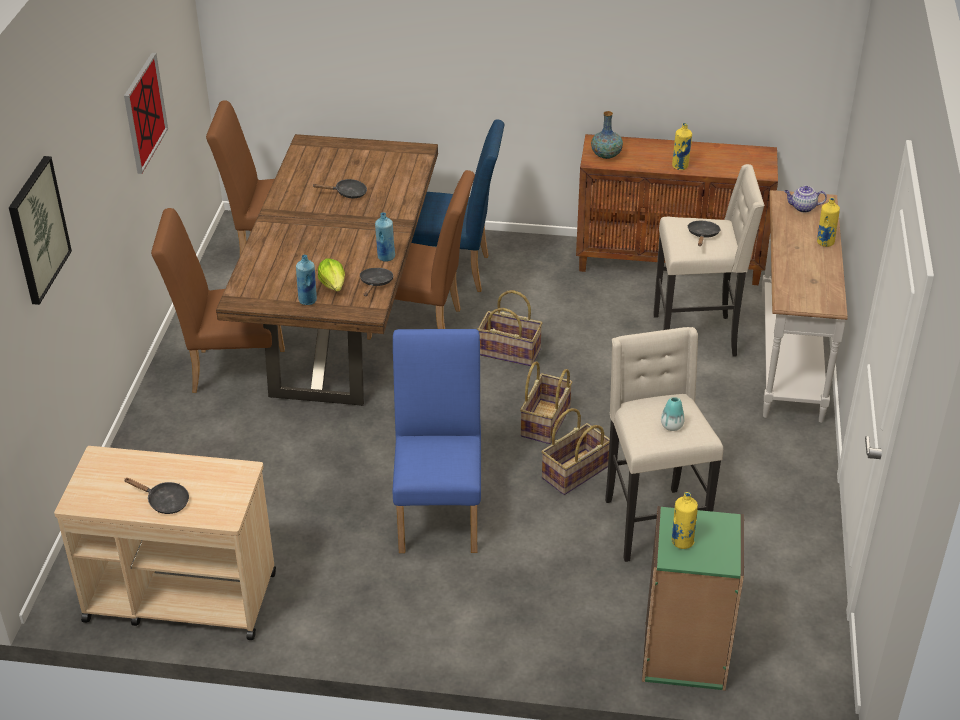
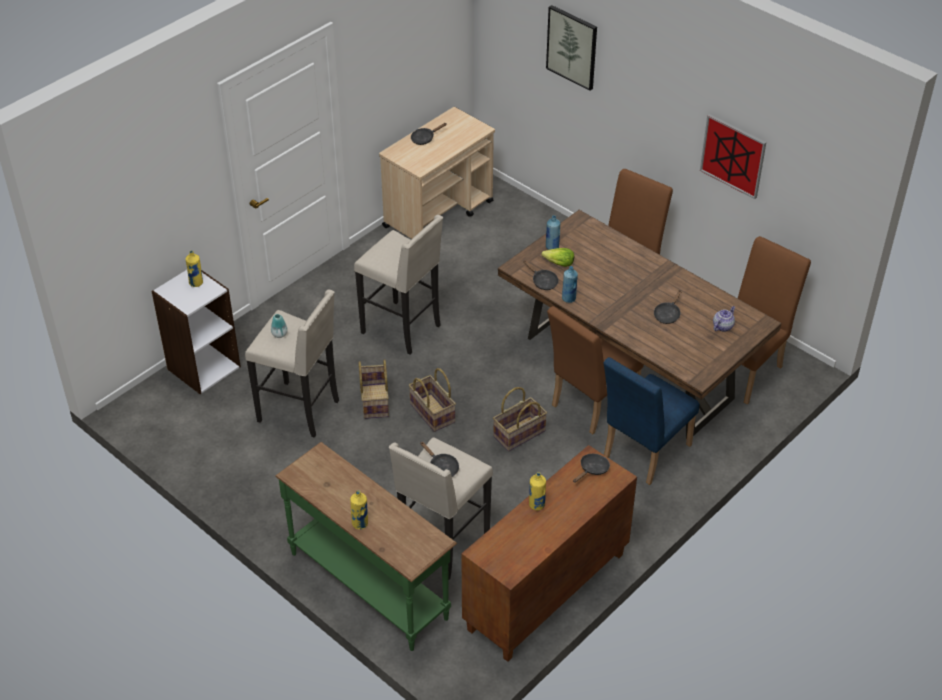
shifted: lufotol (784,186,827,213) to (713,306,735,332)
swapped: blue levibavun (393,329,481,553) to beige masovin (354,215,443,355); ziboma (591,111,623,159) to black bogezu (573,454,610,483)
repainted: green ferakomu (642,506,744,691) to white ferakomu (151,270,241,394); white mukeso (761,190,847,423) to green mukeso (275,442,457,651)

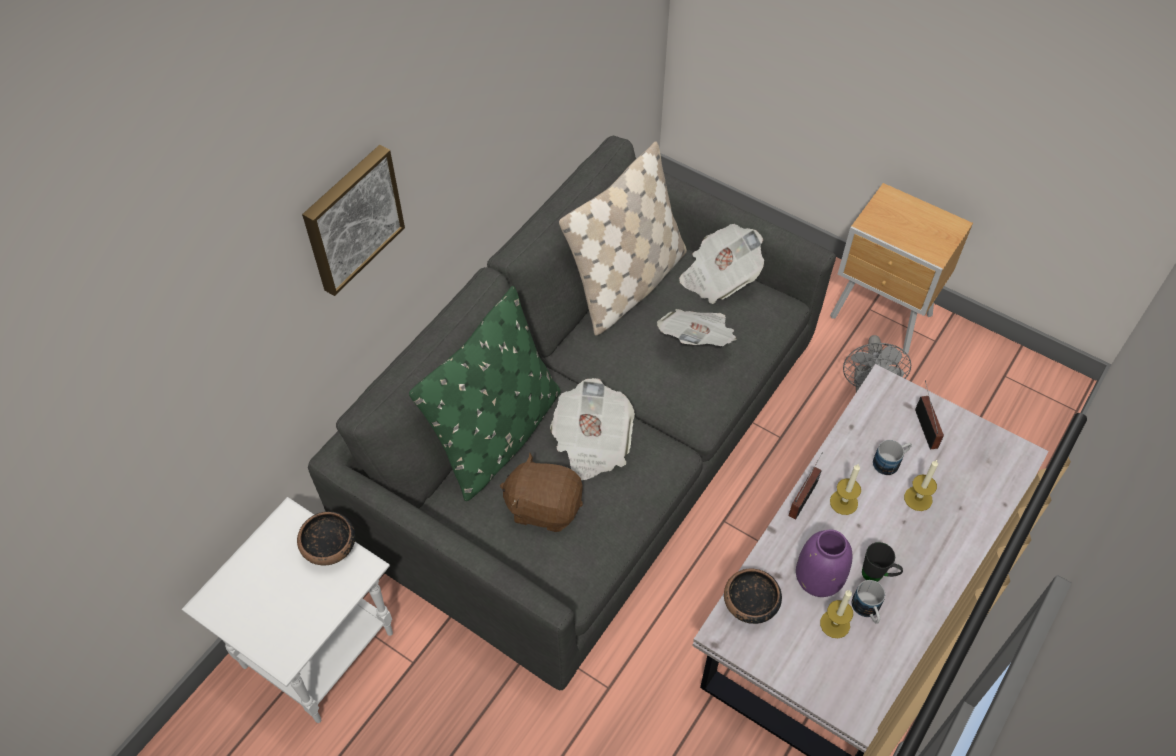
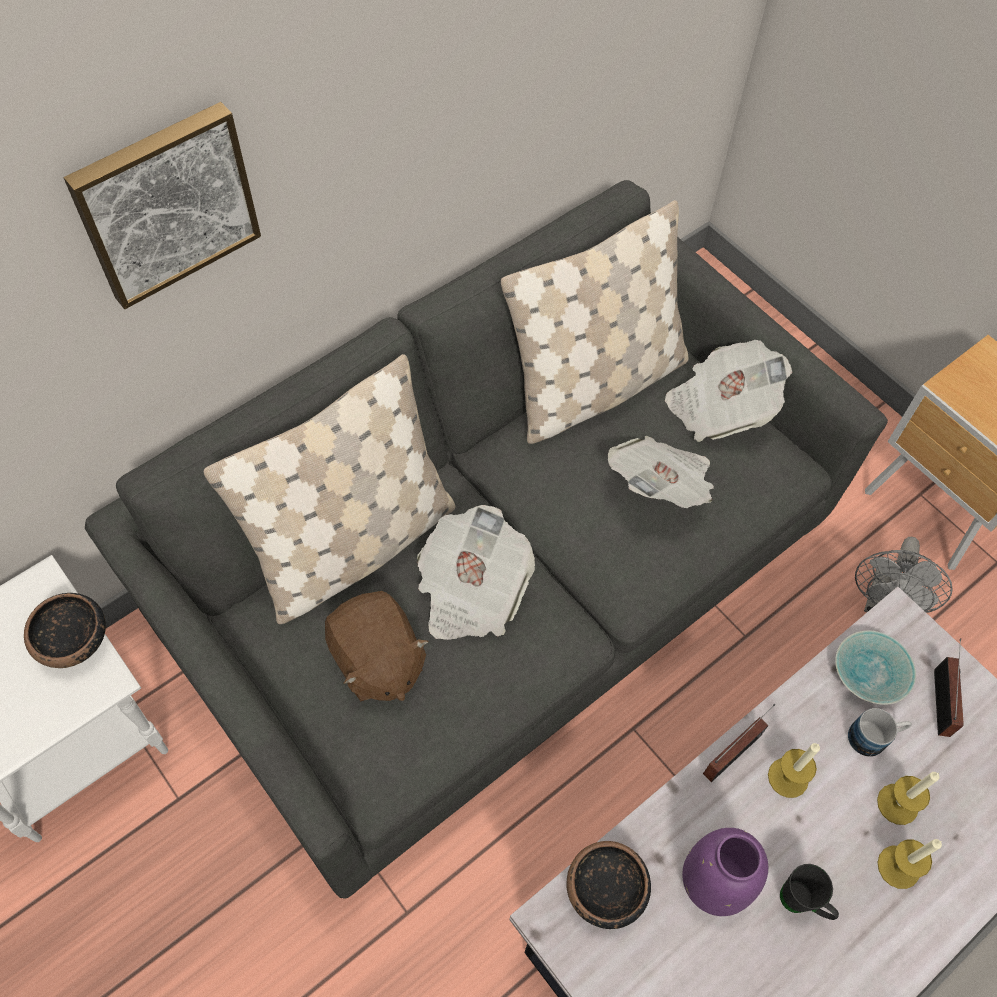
gone: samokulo (852,580,885,624)
new: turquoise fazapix (835,630,916,705)
shifted: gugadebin (820,590,853,638) to (877,839,942,889)
repainted: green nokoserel (409,286,561,501) to beige nokoserel (204,354,455,624)
rotated: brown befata (500,453,583,532) = (325,591,429,702) 150 degrees counterclockwise

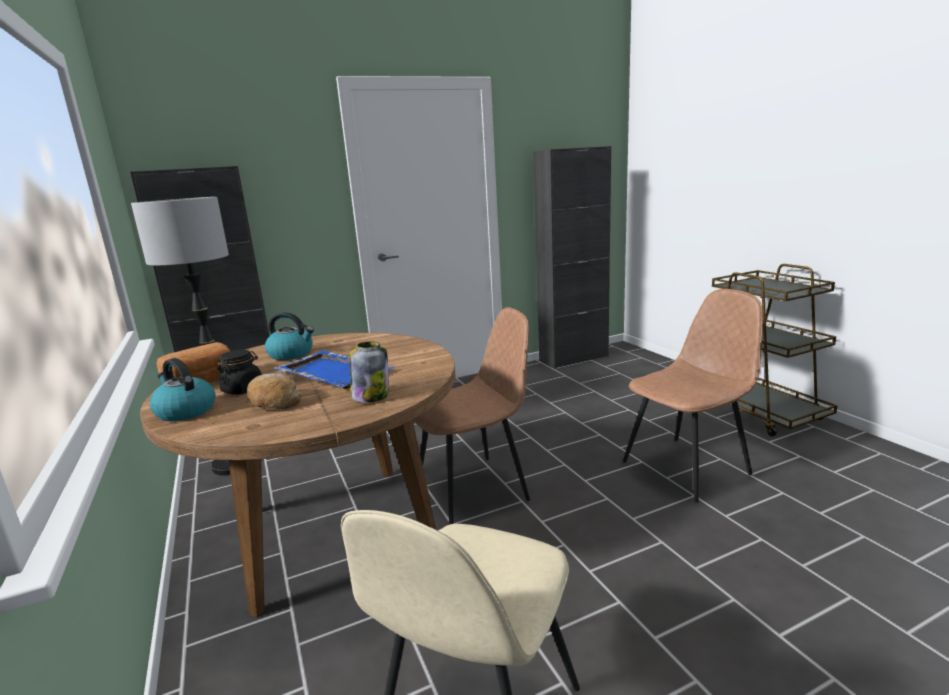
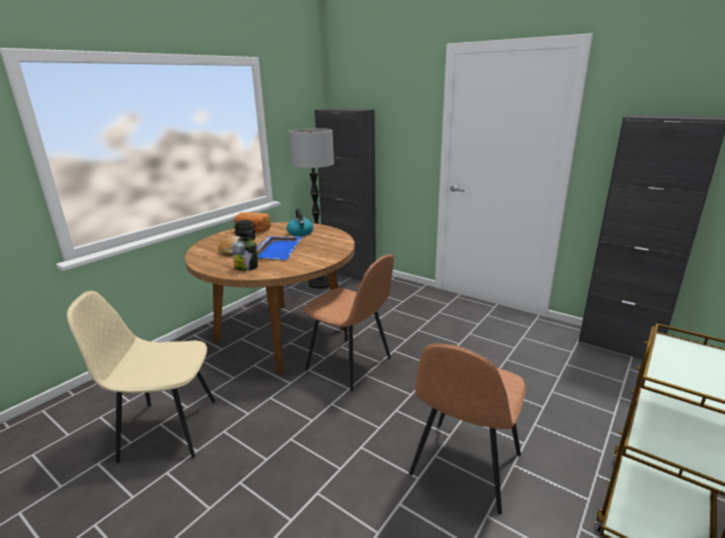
gone: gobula (150,358,215,421)
rotated: brown levibavun (623,289,763,502) = (409,343,526,514) 90 degrees clockwise

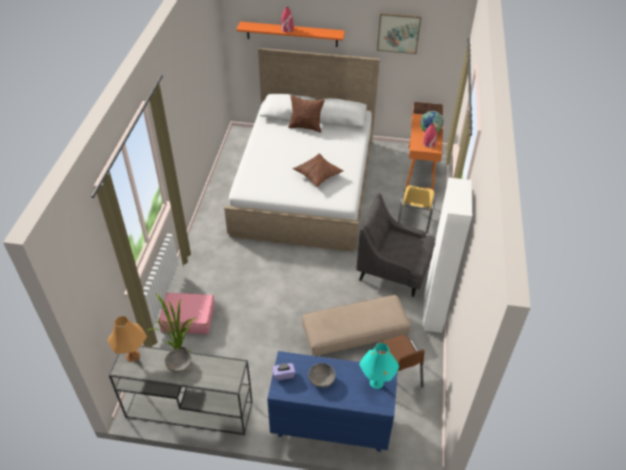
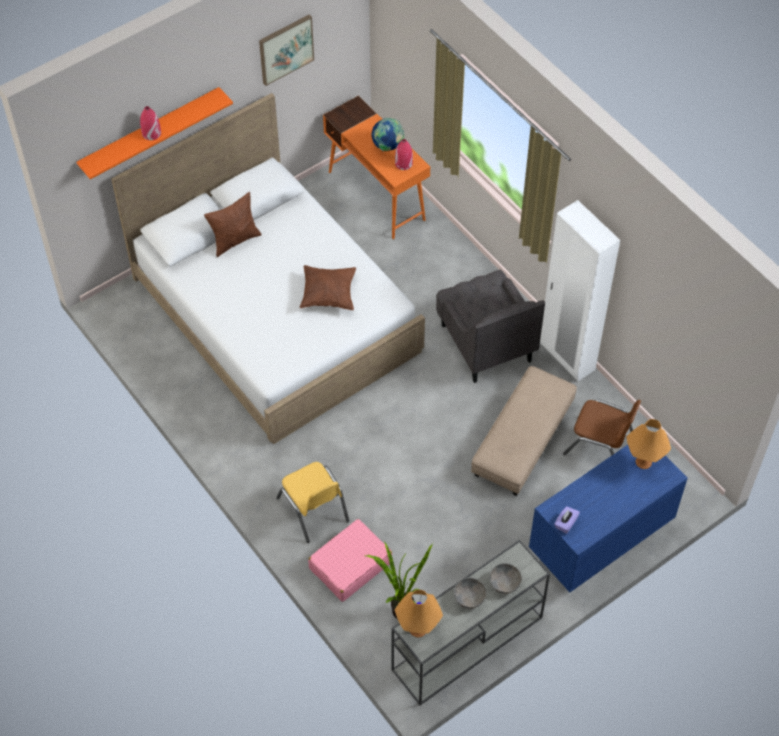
shifted: yellow levibavun (398,185,437,233) to (276,462,349,543); grey fazapix (308,363,335,388) to (489,563,522,594)
repainted: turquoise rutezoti (359,343,400,389) to orange rutezoti (626,419,671,469)
rotated: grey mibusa (356,193,436,297) = (436,270,545,383) 90 degrees counterclockwise

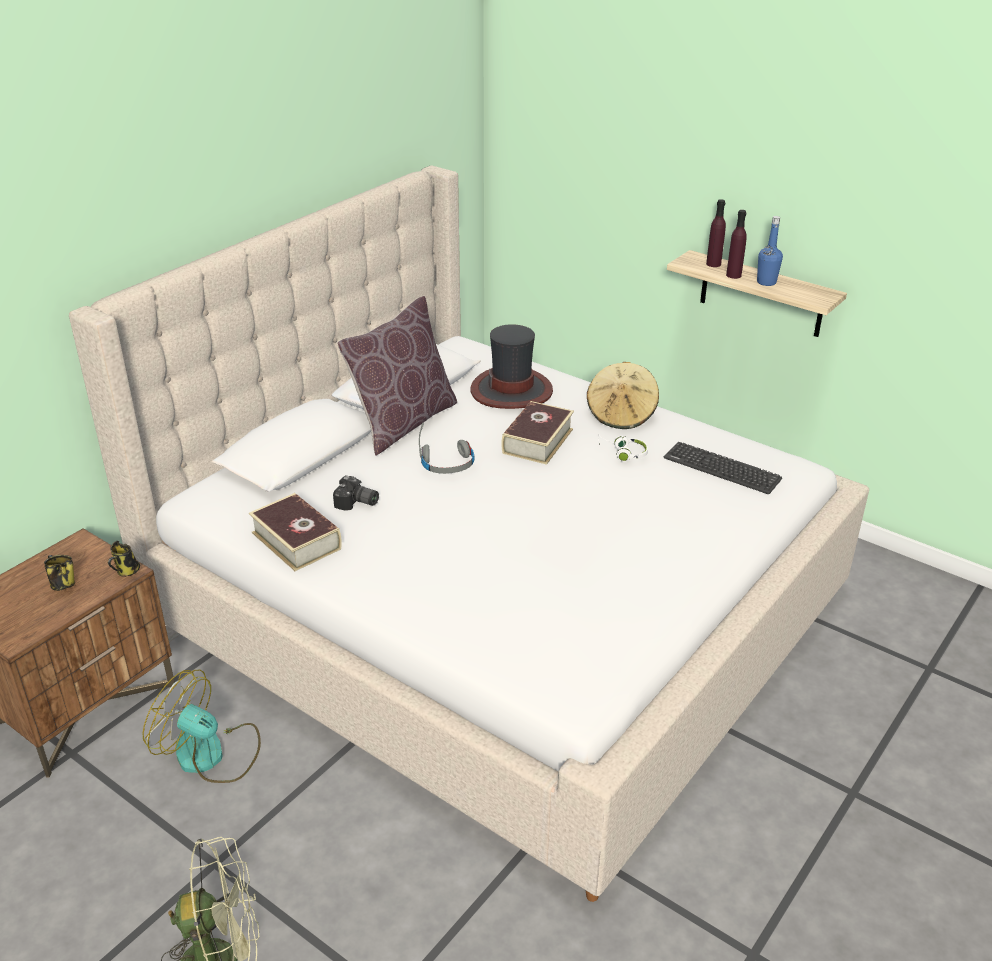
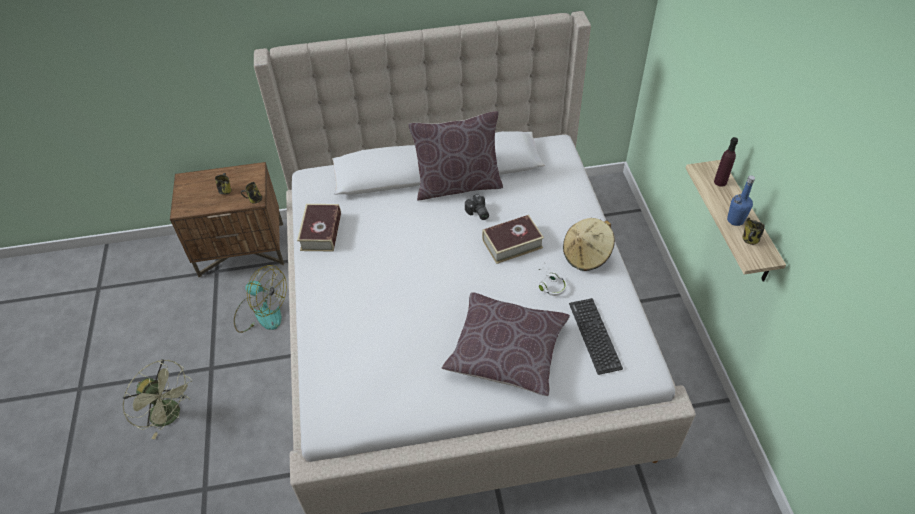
gone: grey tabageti (419,423,475,474); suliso (471,324,553,409); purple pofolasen (726,210,747,279)
new: brown nokoserel (442,292,570,396); samokulo (742,218,765,245)
shifted: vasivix (333,475,379,511) to (465,194,489,220)
rotated: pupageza (142,670,261,783) = (234,265,287,333) 135 degrees clockwise

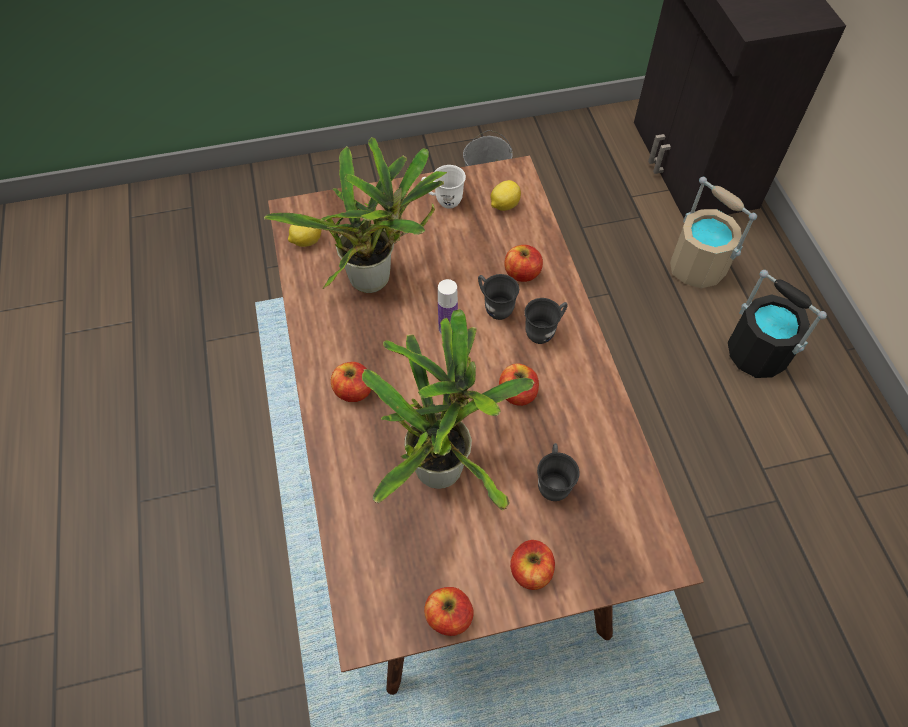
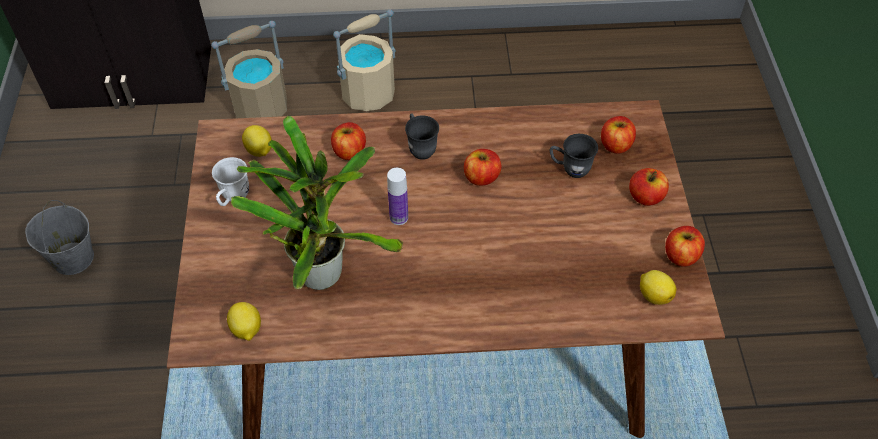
gone: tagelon (362,309,535,511); grey samokulo (478,274,519,320)
new: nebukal (640,270,676,305)
shifted: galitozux (331,362,372,402) to (601,116,636,154)
repainted: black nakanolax (728,270,827,378) to beige nakanolax (333,9,396,111)

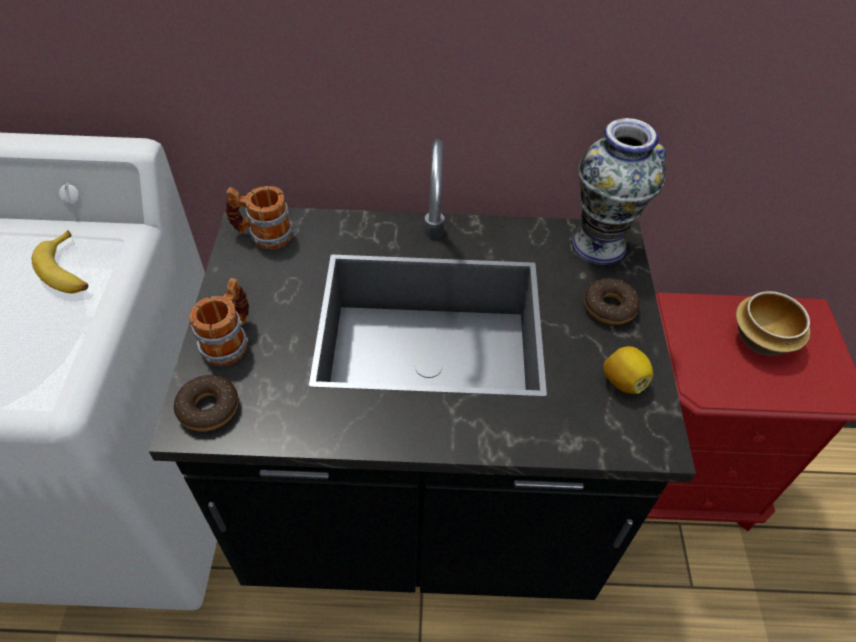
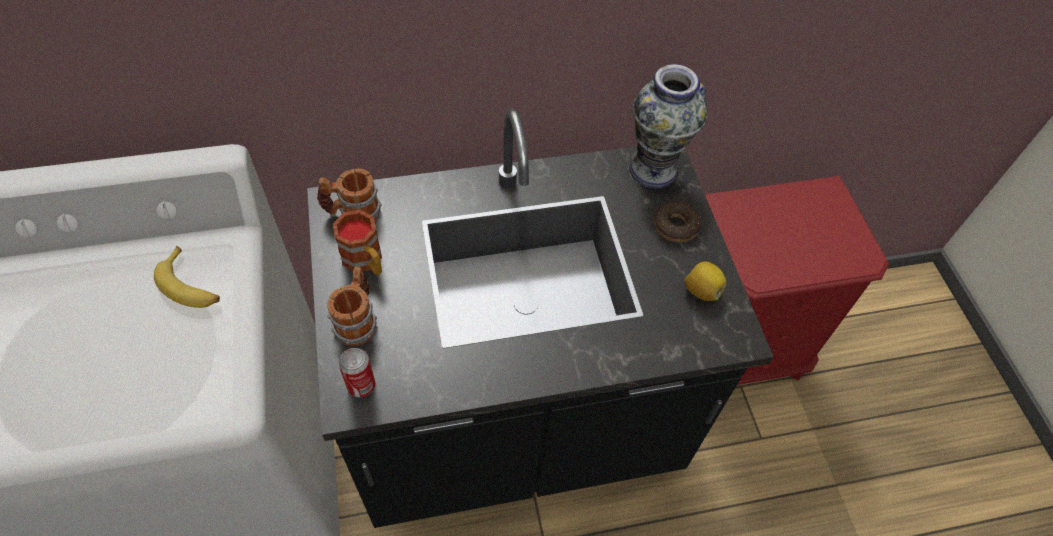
gone: fazapix (736,291,810,356)
new: samokulo (333,210,382,275)
swapped: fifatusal (174,375,239,432) to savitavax (338,348,376,397)

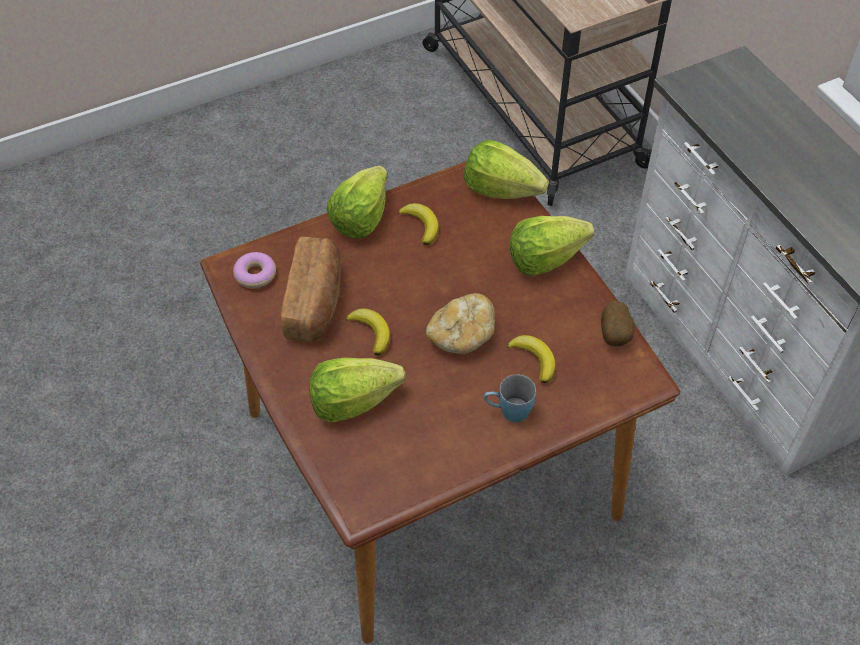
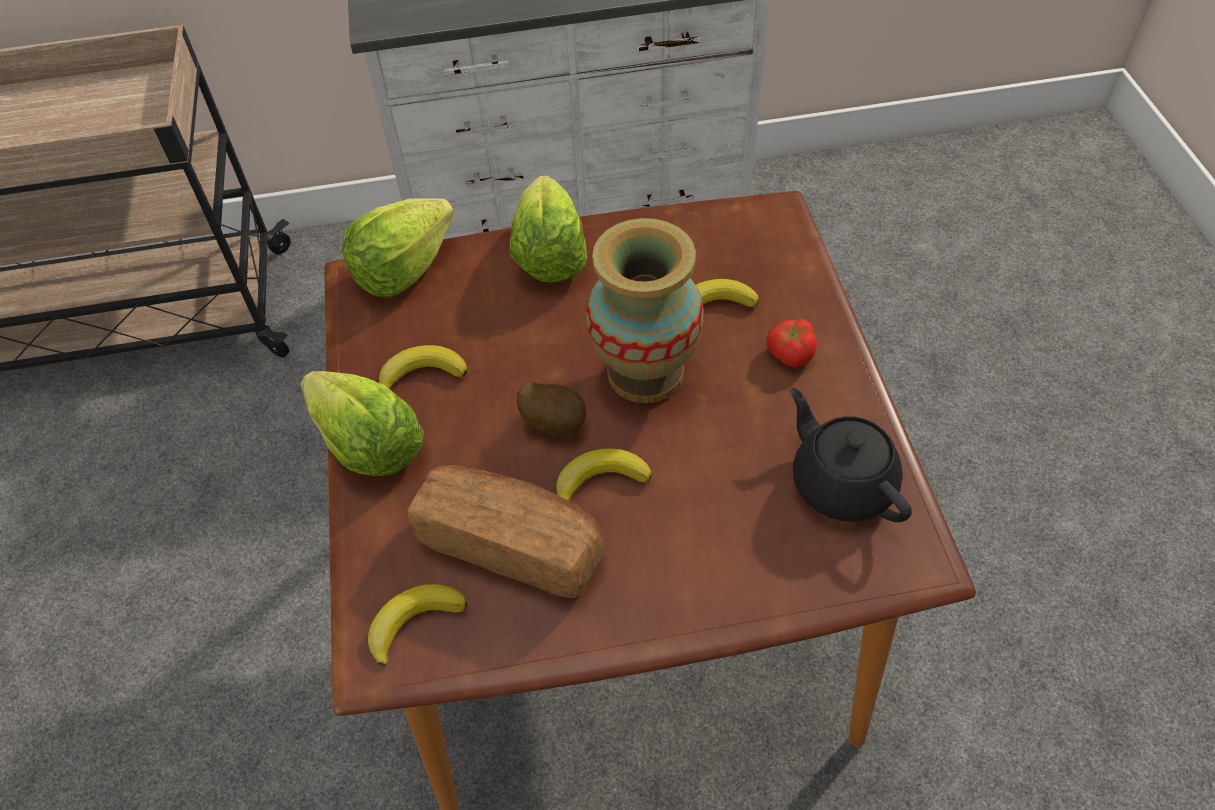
gone: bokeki (309,357,405,422)
new: black lufotol (790,388,912,522)
shifted: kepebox (601,301,635,346) to (517,382,586,436)
swapped: fifatusal (233,252,276,289) to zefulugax (368,584,467,667); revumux (426,293,495,354) to ziboma (586,218,704,403); blue samokulo (484,374,536,422) to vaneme (766,319,817,367)

